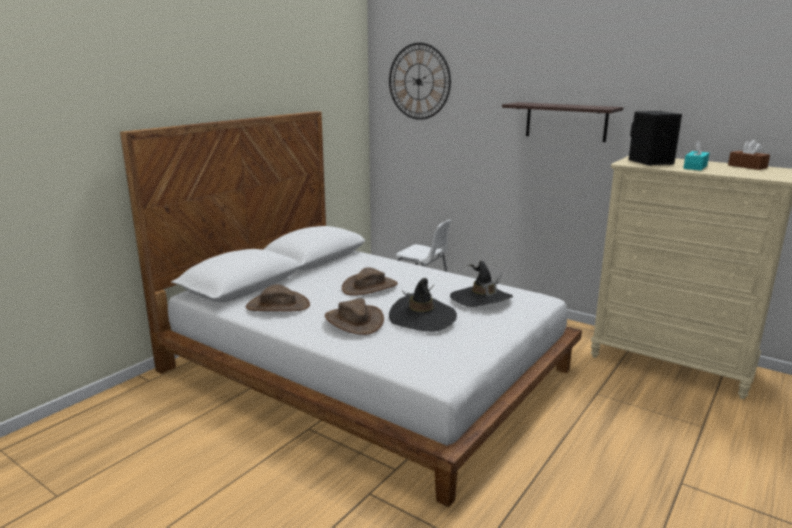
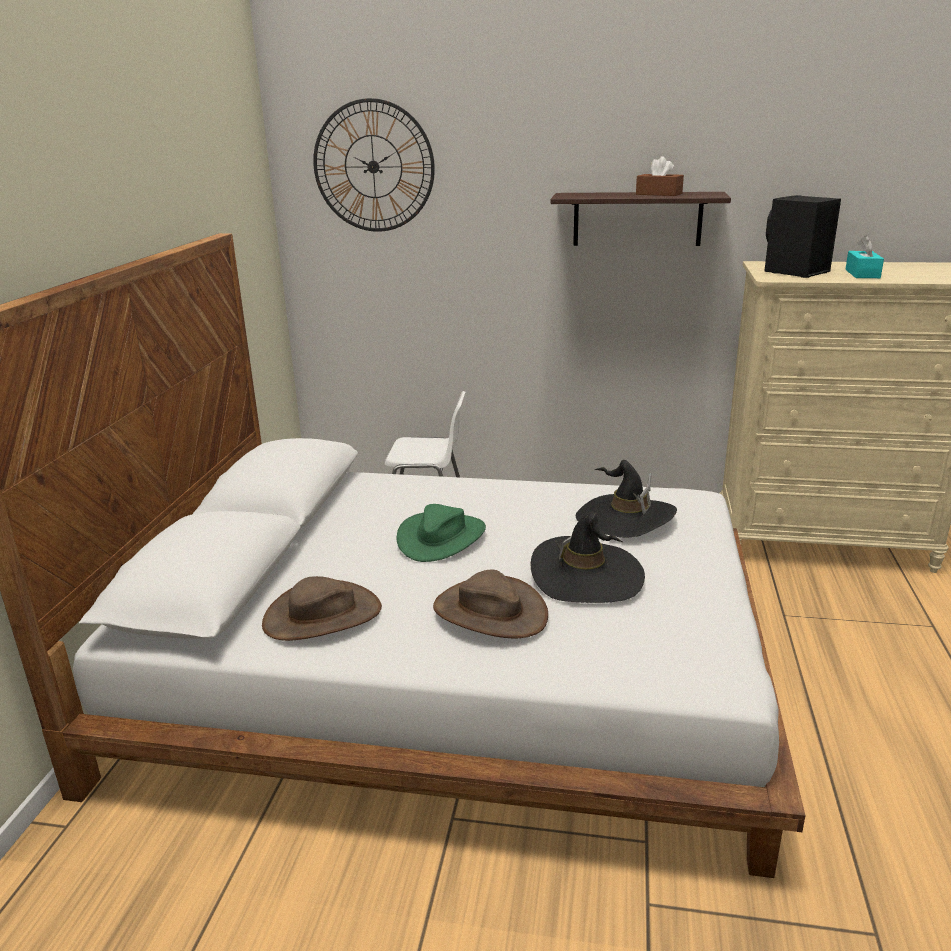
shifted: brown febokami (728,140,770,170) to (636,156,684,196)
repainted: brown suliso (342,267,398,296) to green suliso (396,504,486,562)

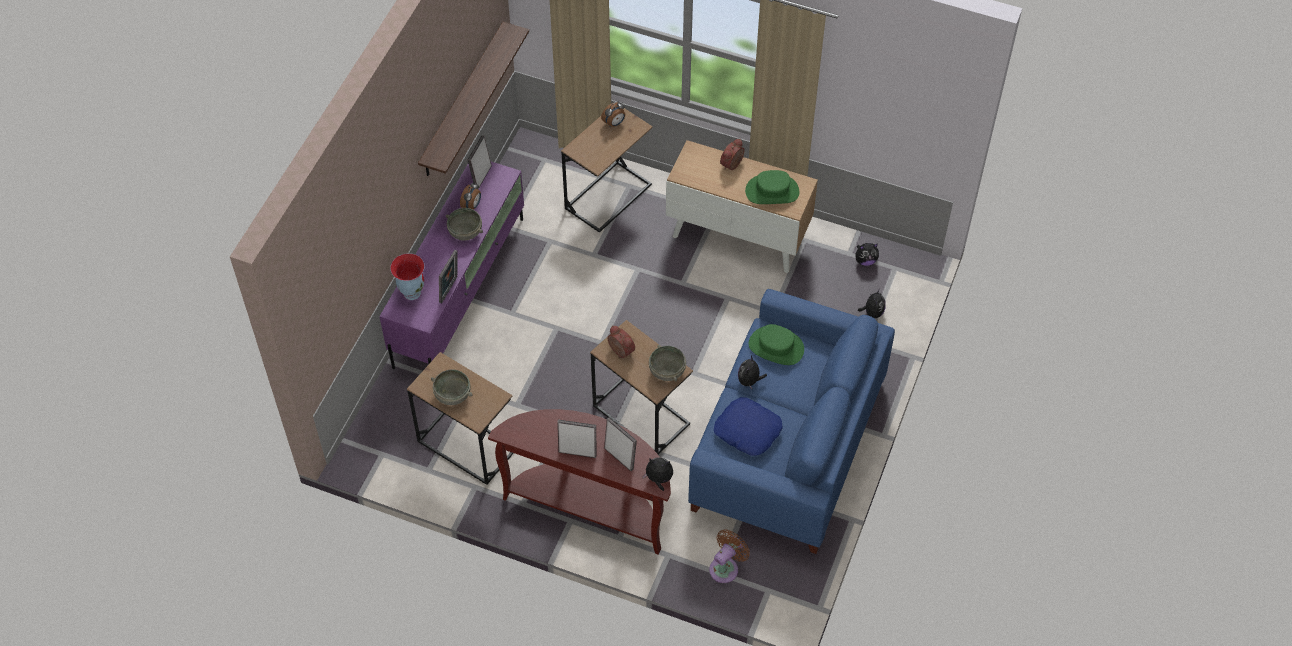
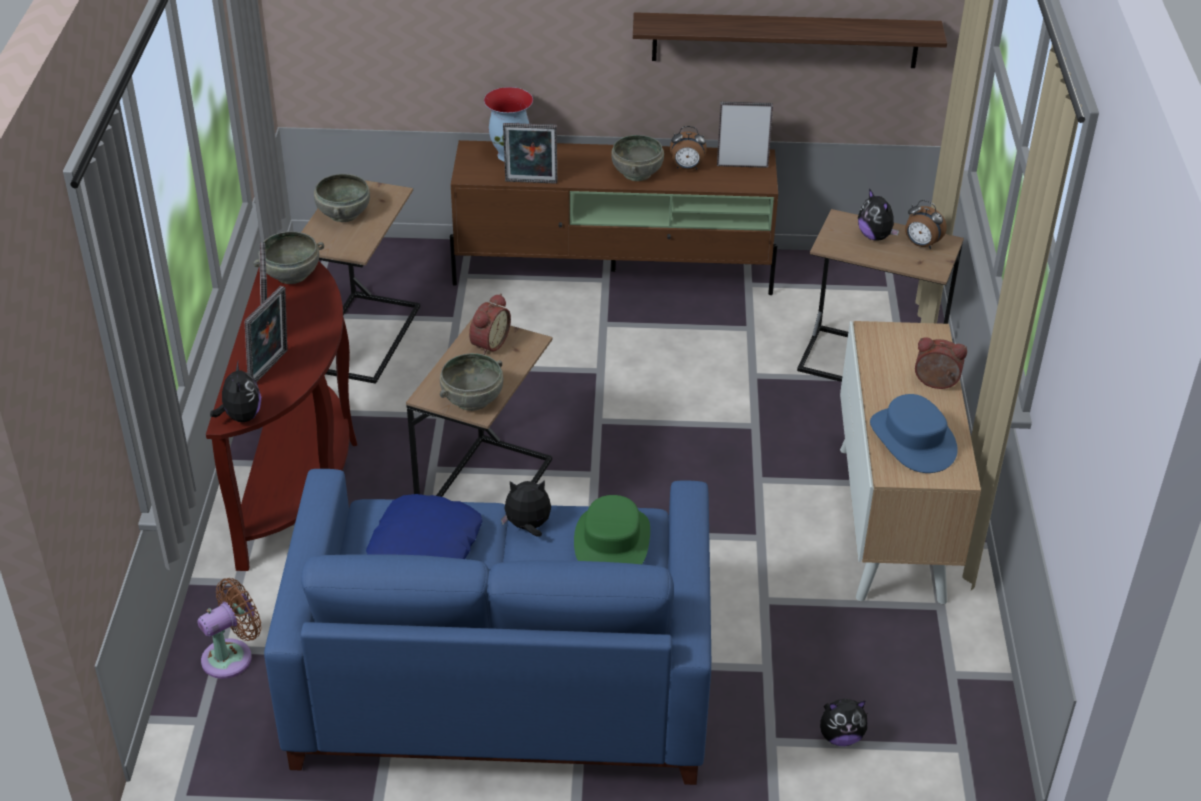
new: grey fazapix (254,231,324,284)
shifted: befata (856,243,879,266) to (858,189,899,241)
repainted: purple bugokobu (379,162,524,369) to brown bugokobu (450,140,778,295); green suliso (745,170,799,204) to blue suliso (870,394,958,473)
rotated: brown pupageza (709,529,750,583) = (198,578,261,679) 60 degrees counterclockwise

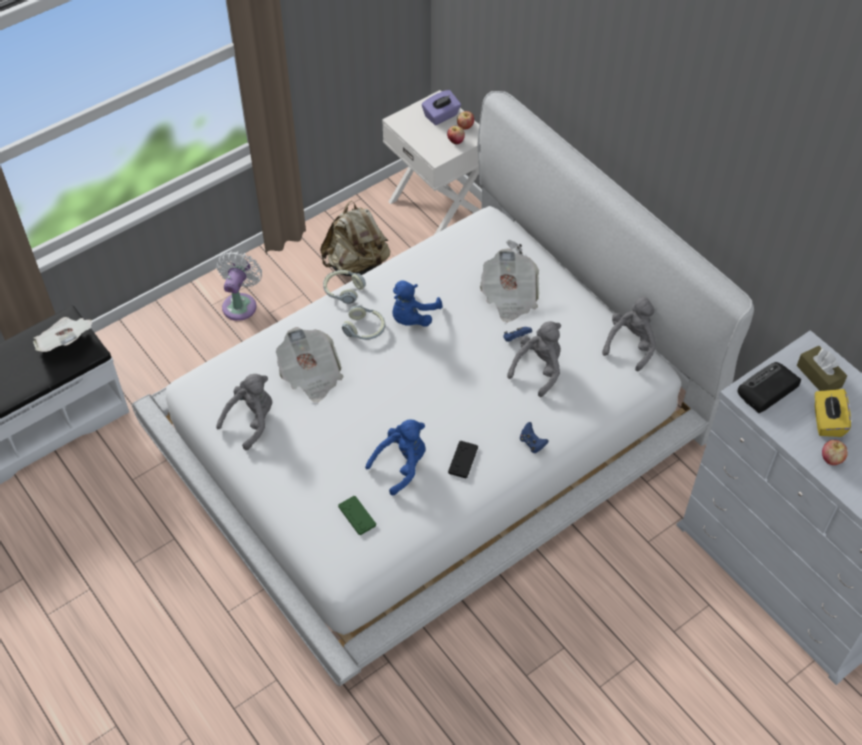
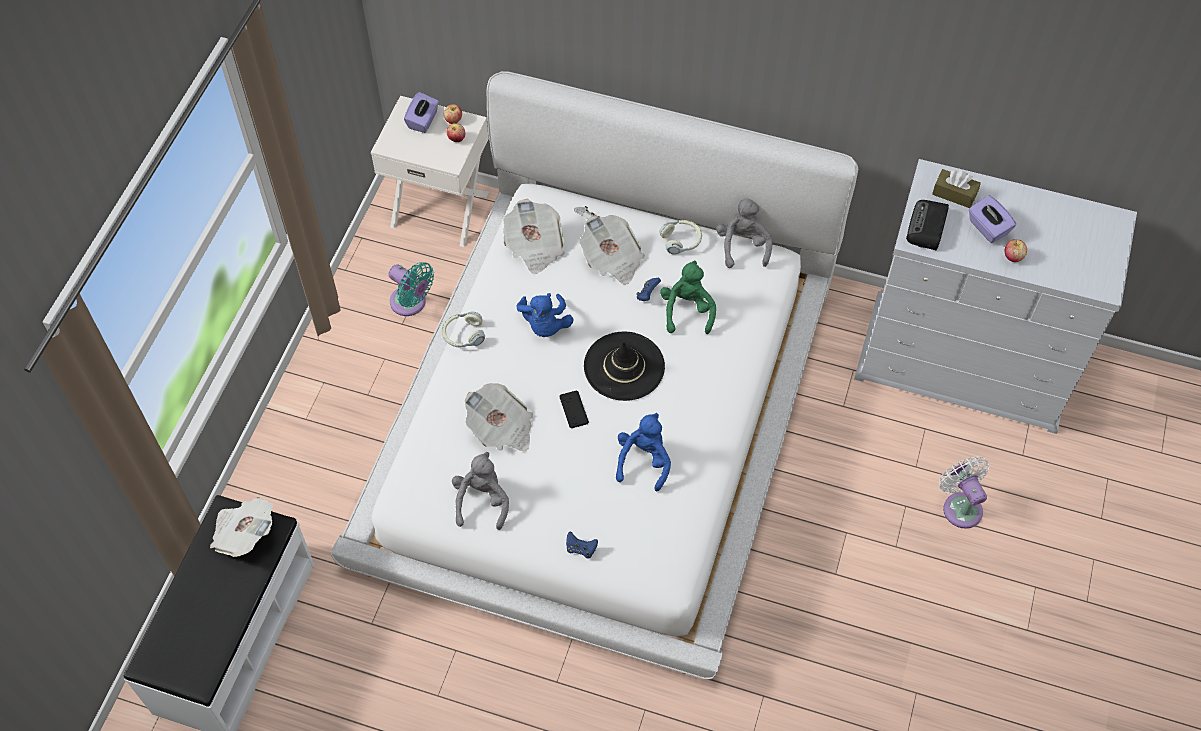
gone: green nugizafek (338,496,376,535)
new: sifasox (503,199,565,274); black suliso (584,332,665,401)
shifted: black nugizafek (448,441,478,478) to (559,390,589,428); blue nugizafek (520,422,549,453) to (566,531,598,558); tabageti (342,305,385,340) to (659,220,702,255); white pupageza (217,251,262,321) to (939,456,989,529)
swapped: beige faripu (320,201,390,276) to turquoise pupageza (388,262,434,316)
repainted: grey befata (507,321,561,397) to green befata (660,260,716,334); yellow febokami (815,389,851,437) to purple febokami (968,195,1016,243)

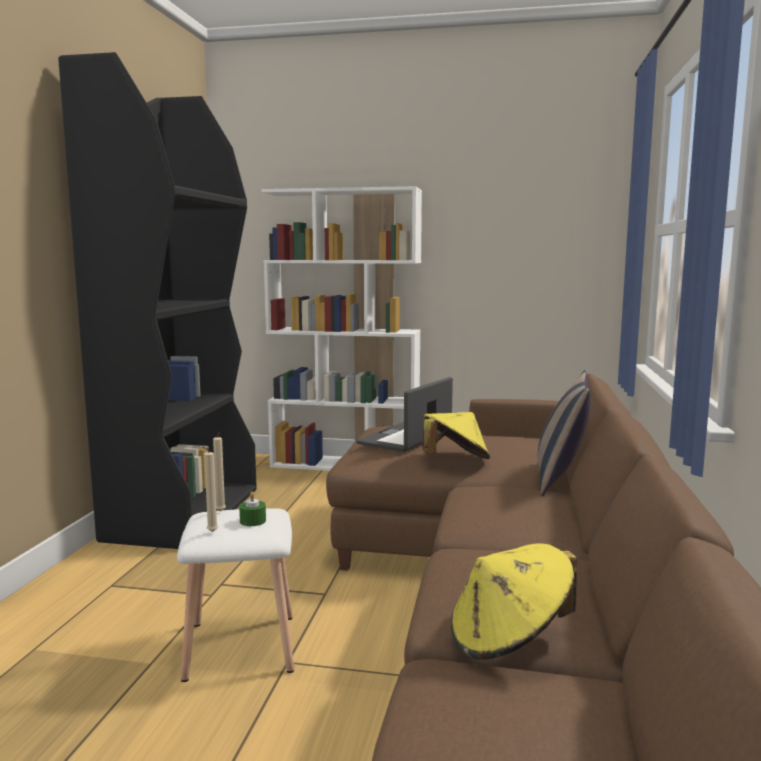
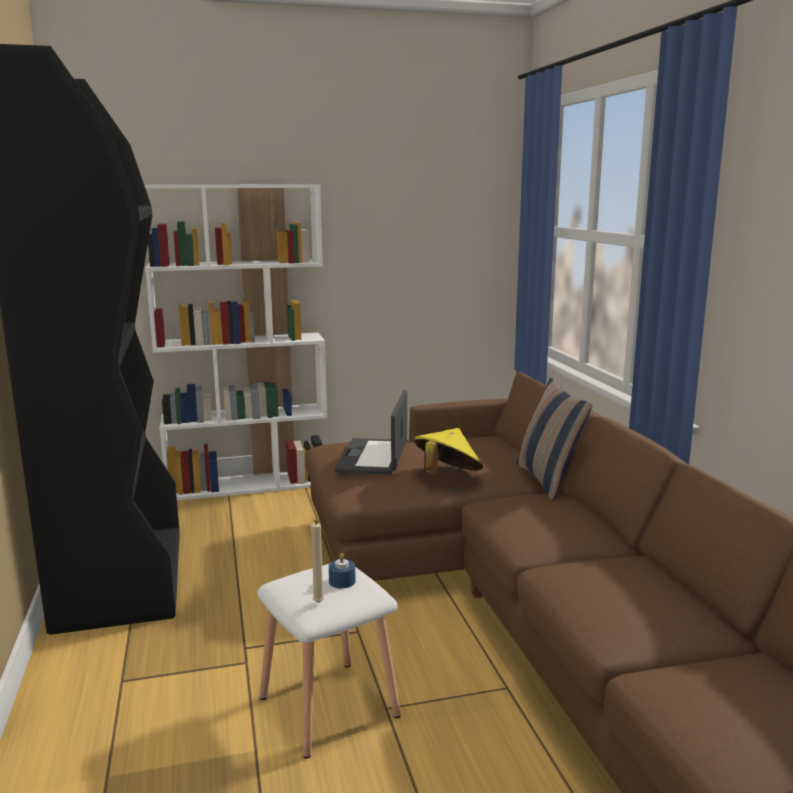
gone: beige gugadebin (213,432,226,511); yellow suliso (451,543,577,660)
repainted: green gugadebin (239,492,266,526) to blue gugadebin (329,553,356,589)

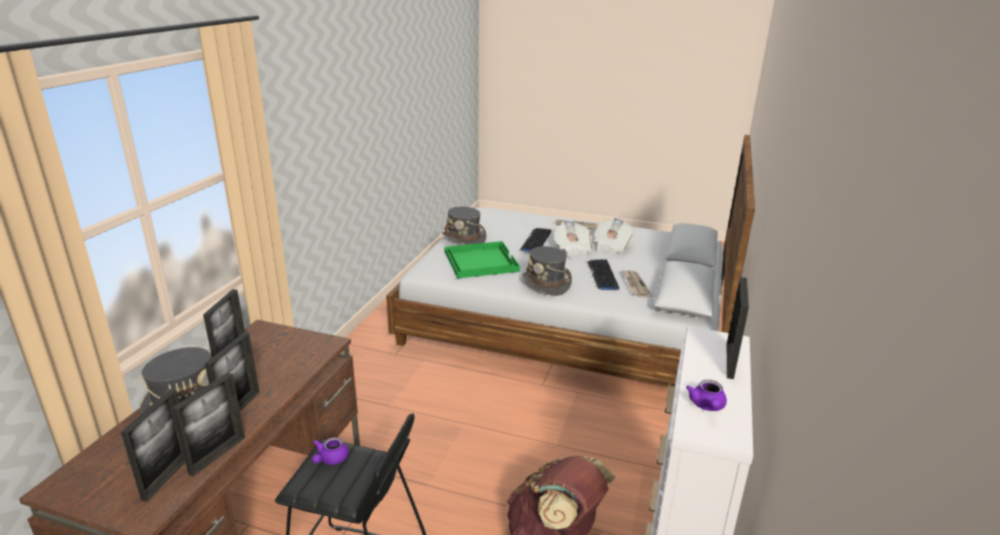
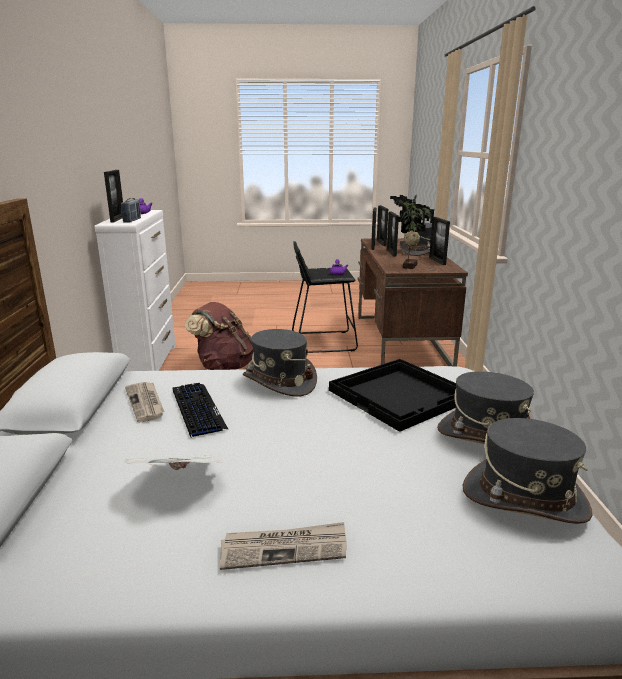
gone: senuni (520,228,551,252); sifasox (554,220,593,259)
new: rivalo (121,198,141,223); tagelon (390,195,434,269); grey suliso (463,418,592,524)
repainted: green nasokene (445,241,520,278) to black nasokene (329,359,457,432)

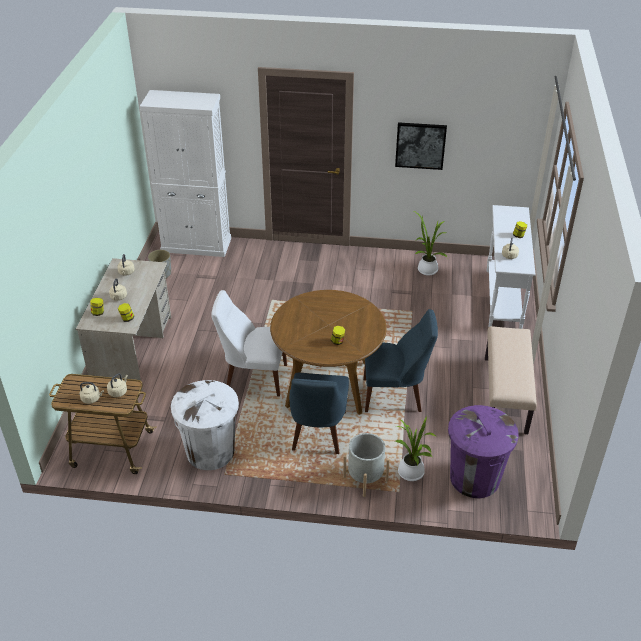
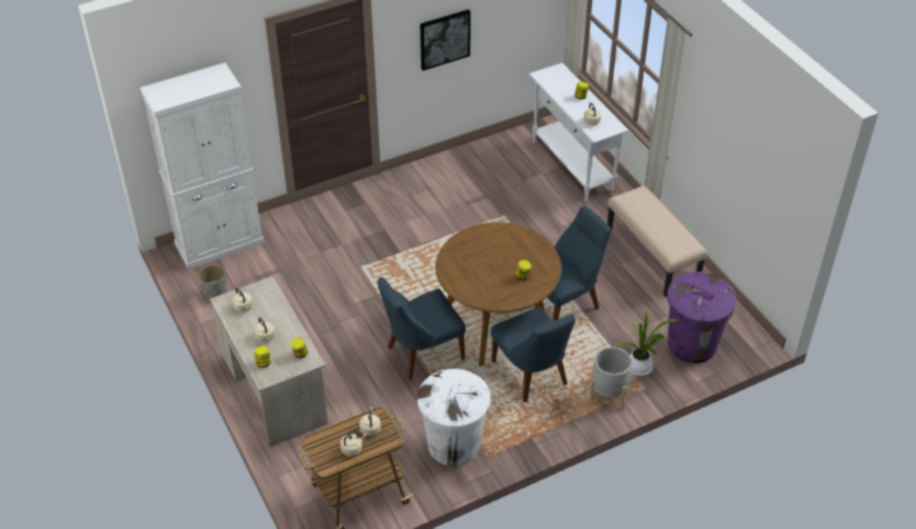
gone: tagelon (414,211,447,275)
repainted: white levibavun (211,290,287,397) to blue levibavun (377,277,466,381)

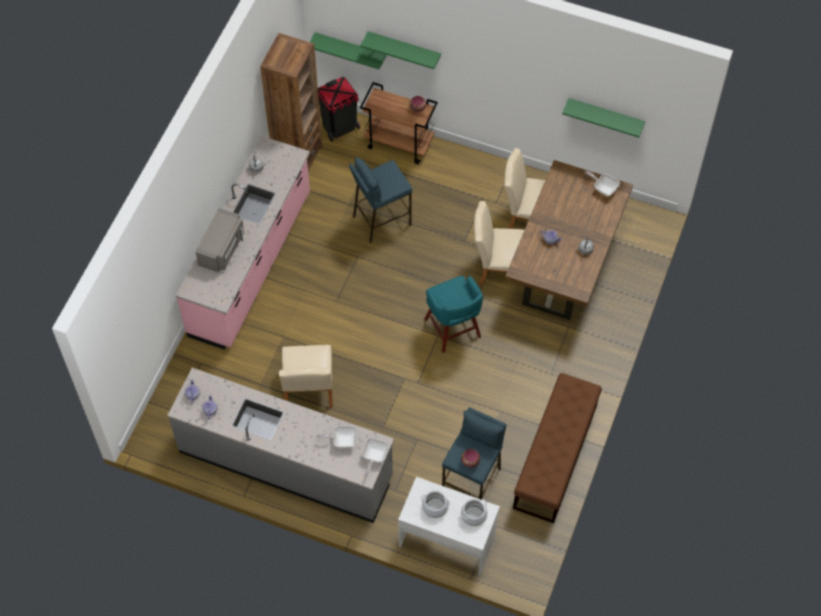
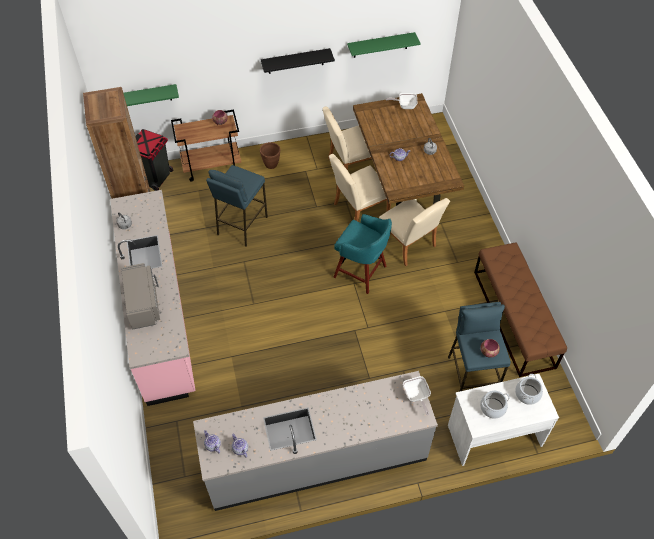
gone: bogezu (317,426,357,448); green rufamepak (360,31,441,69)
new: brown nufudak (260,142,280,169); black rufamepak (261,48,335,74)
shifted: beige levibavun (279,345,333,408) to (379,198,450,266)

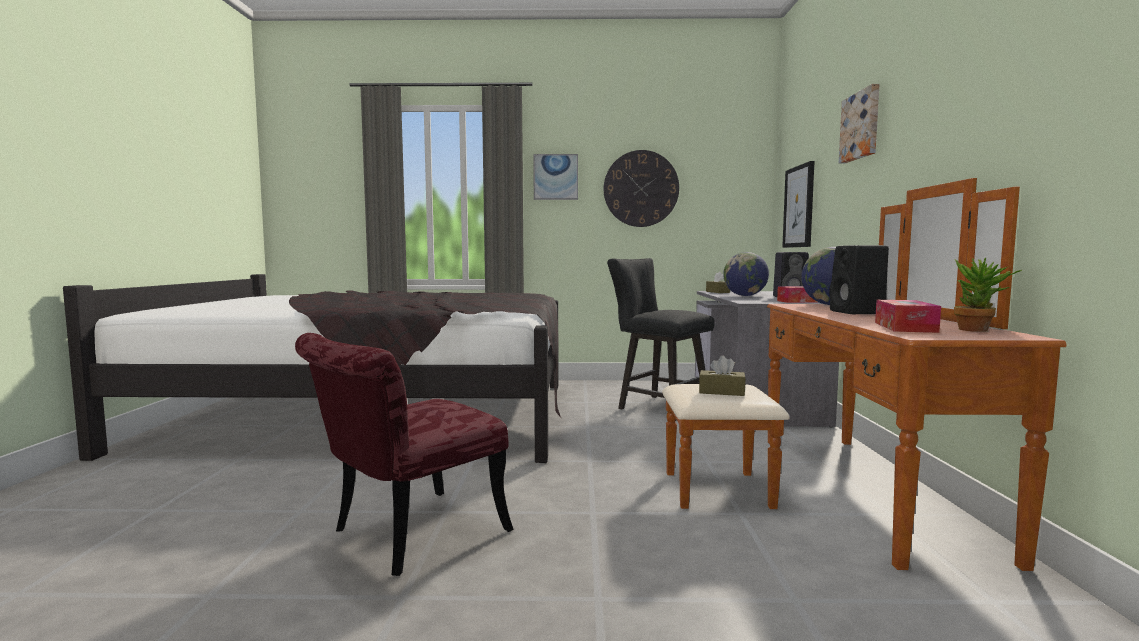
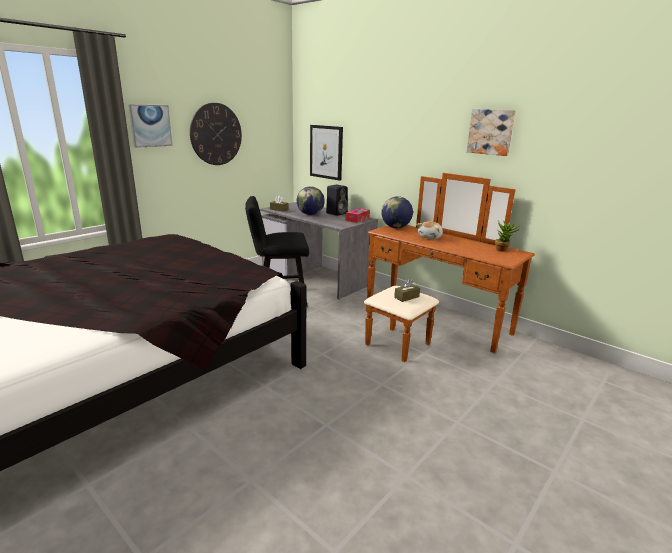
gone: red levibavun (295,333,514,576); febokami (875,300,941,333)
shifted: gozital (839,84,880,164) to (467,109,516,156)
swapped: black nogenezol (829,245,889,314) to befata (416,221,443,239)

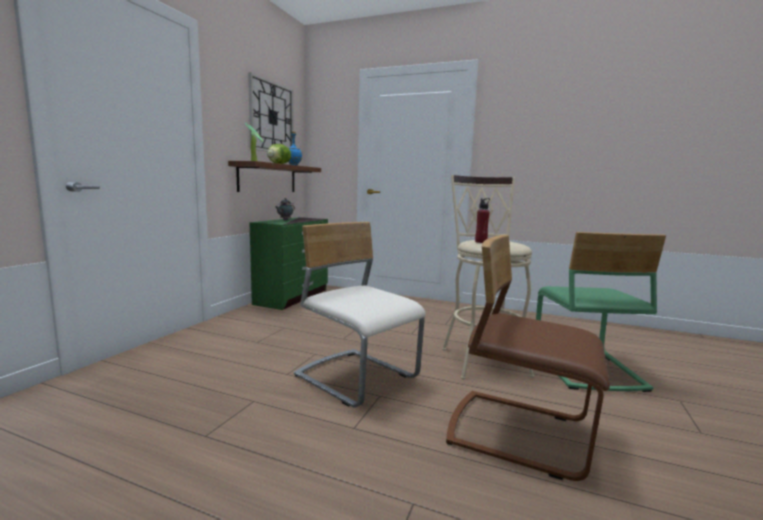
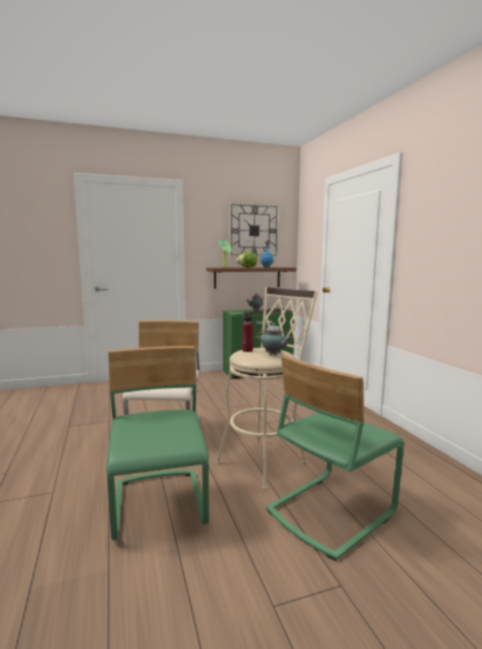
new: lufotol (257,323,292,355)
repainted: brown levibavun (446,235,610,481) to green levibavun (106,346,209,540)

